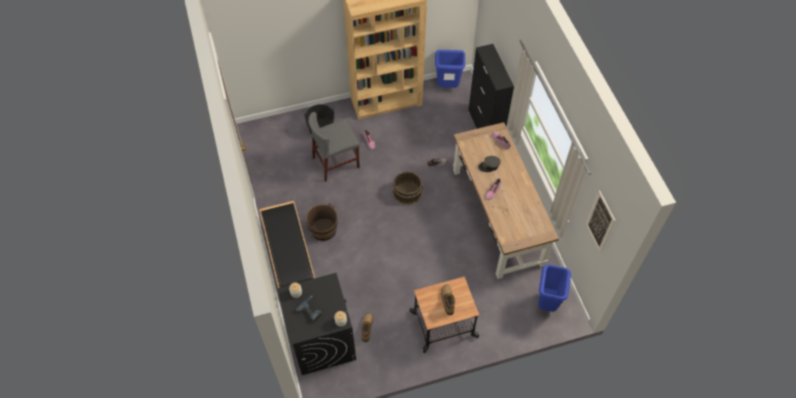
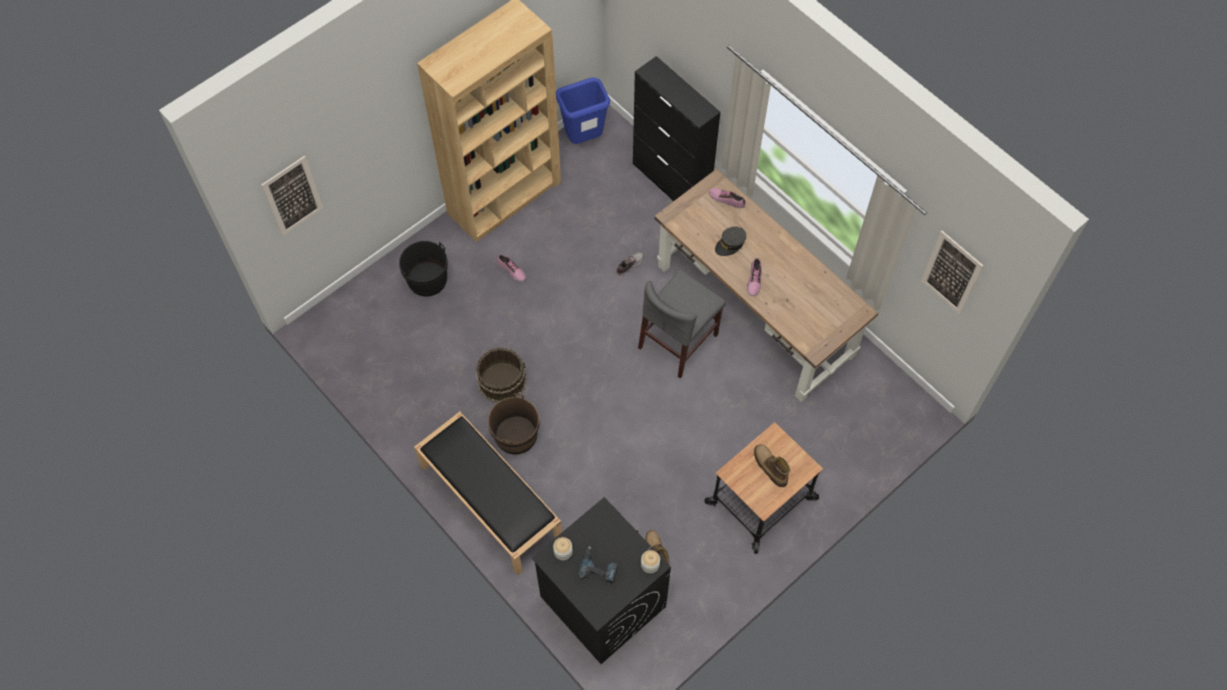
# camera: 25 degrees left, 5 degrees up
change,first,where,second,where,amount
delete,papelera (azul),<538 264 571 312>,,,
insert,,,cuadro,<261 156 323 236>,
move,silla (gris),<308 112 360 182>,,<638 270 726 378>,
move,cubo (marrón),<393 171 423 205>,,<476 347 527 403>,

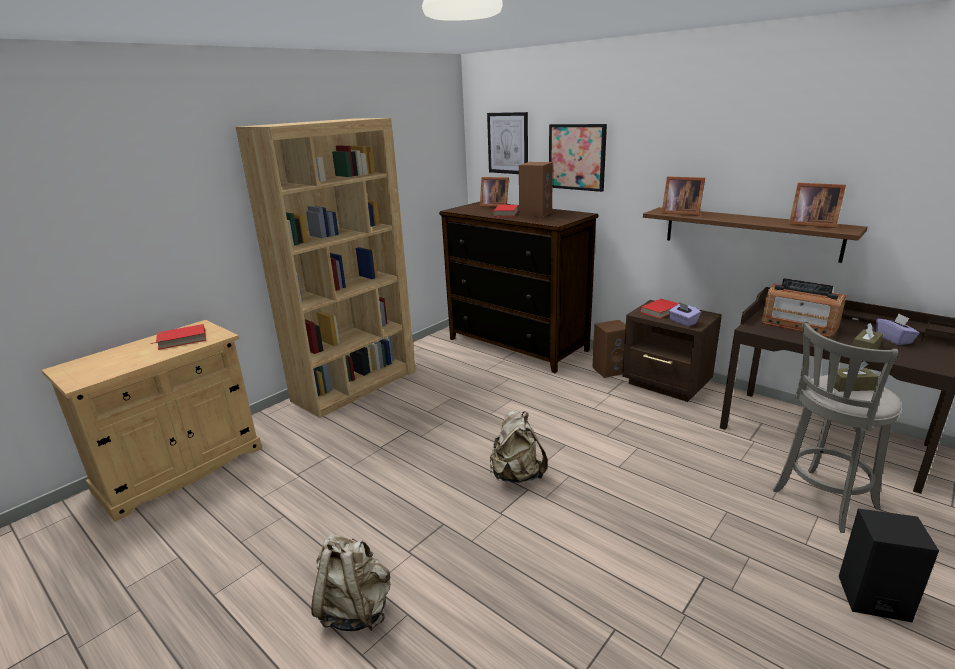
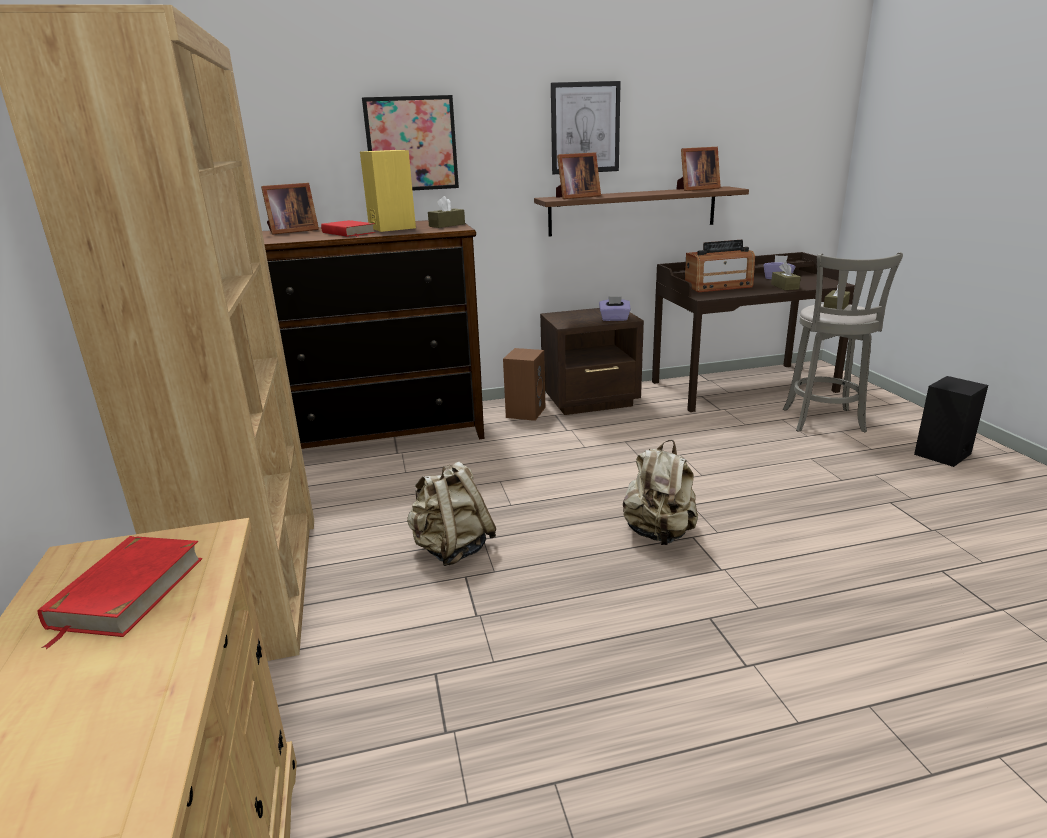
# camera: 55 degrees left, 0 degrees up
change,first,where,second,where,amount
delete,libro (rojo),<640 299 679 319>,,,
insert,,,caja de pañuelos (marrón),<428 196 465 228>,
move,mochila (beis),<311 535 391 631>,,<407 462 496 566>,
move,cuadro,<487 112 528 174>,,<551 81 621 174>,
recolor,altavoz (marrón),<519 162 553 218>,altavoz (amarillo),<360 150 416 232>,

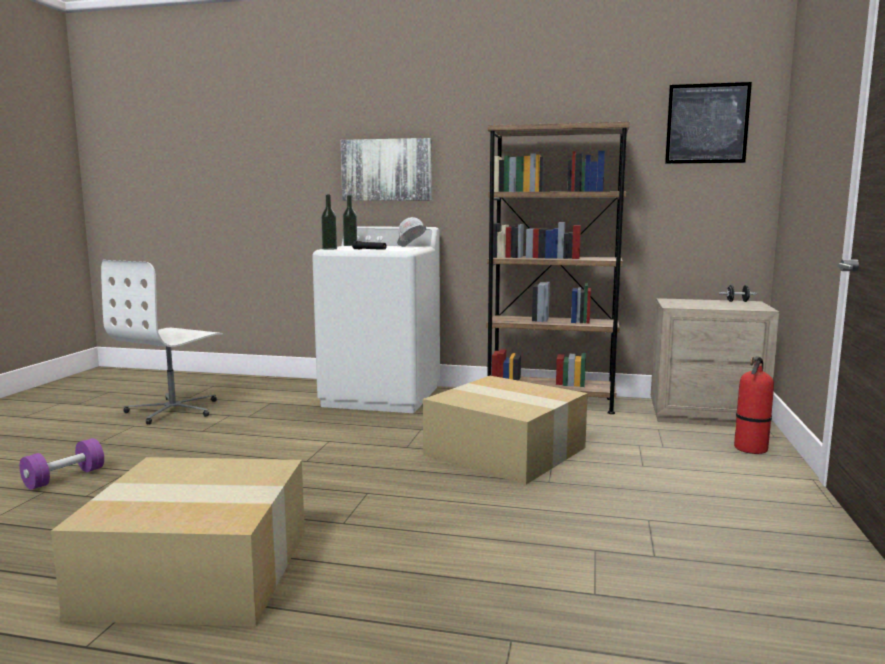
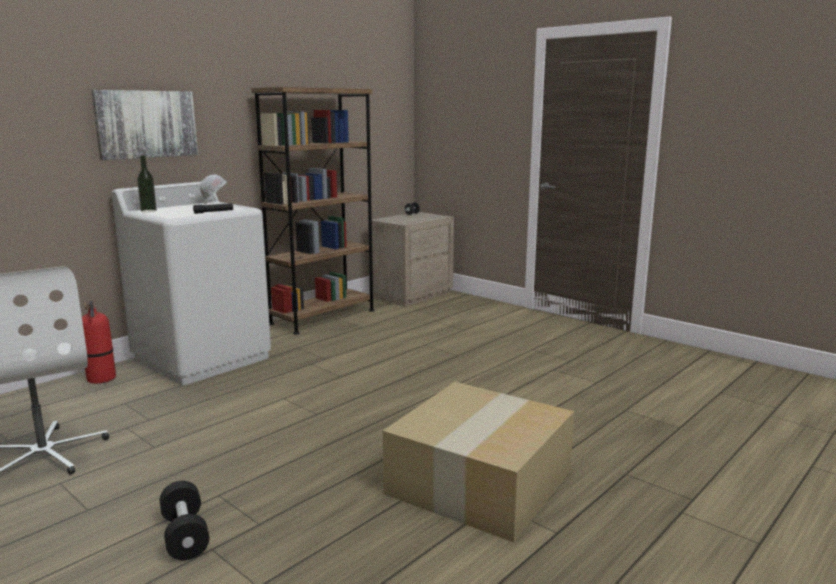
# camera: 60 degrees left, 5 degrees up
change,first,where,second,where,amount
delete,botella,<321 194 337 250>,,,
delete,caja de cartón,<423 376 588 485>,,,
delete,cuadro,<665 82 752 164>,,,
move,extintor,<734 356 774 454>,,<82 301 116 384>,
recolor,mancuerna (morado),<19 438 104 490>,mancuerna (negro),<160 481 209 560>,

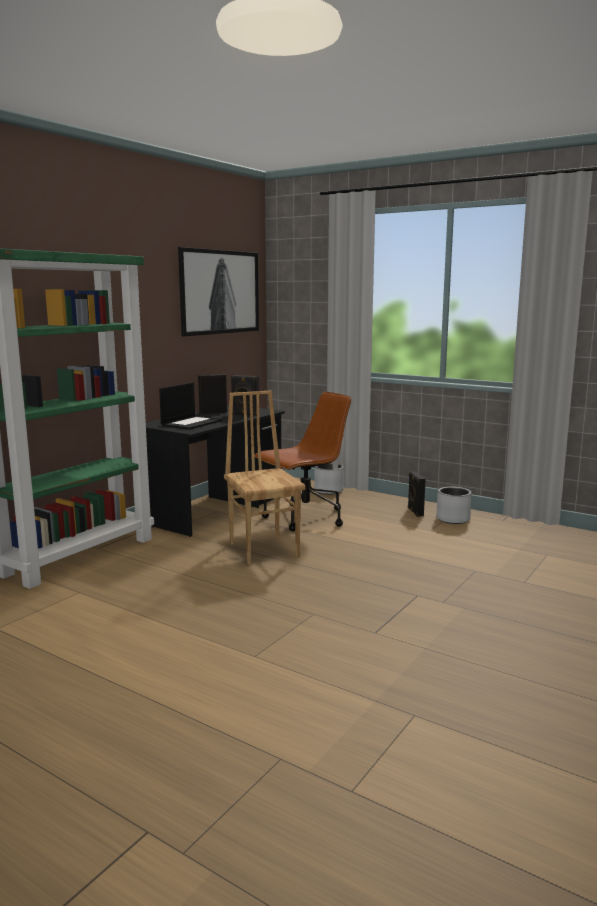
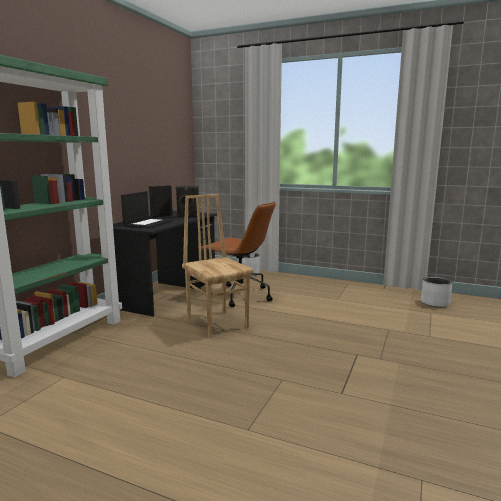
# camera: 10 degrees left, 0 degrees up
change,first,where,second,where,amount
delete,cuadro,<178 247 259 336>,,,
delete,altavoz (negro),<408 471 425 517>,,,
move,maceta (gris),<436 487 472 524>,,<421 277 453 307>,
rotate,silla de oficina (marrón),<254 392 351 531>,,<201 201 276 307>,75 degrees clockwise

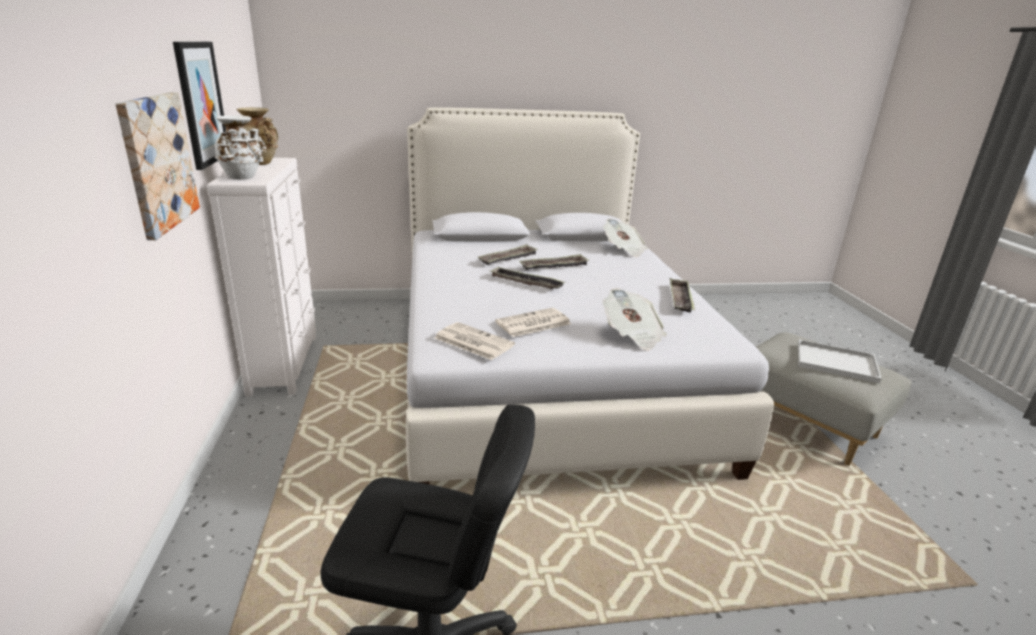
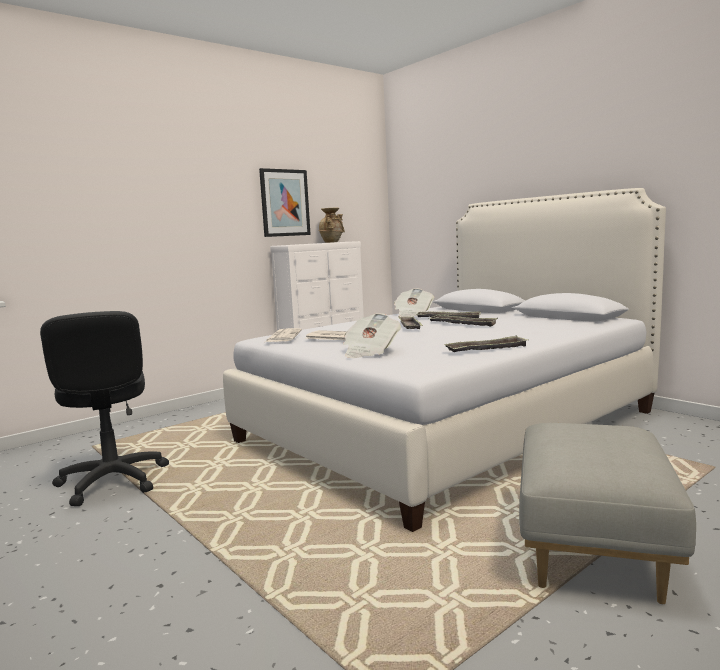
# camera: 60 degrees right, 15 degrees down
change,first,where,second,where,amount
delete,cuadro,<115 92 200 240>,,,
delete,florero (blanco),<215 115 266 180>,,,
delete,bandeja (blanco),<798 340 882 383>,,,
move,periódico,<603 219 647 257>,,<394 288 434 317>,

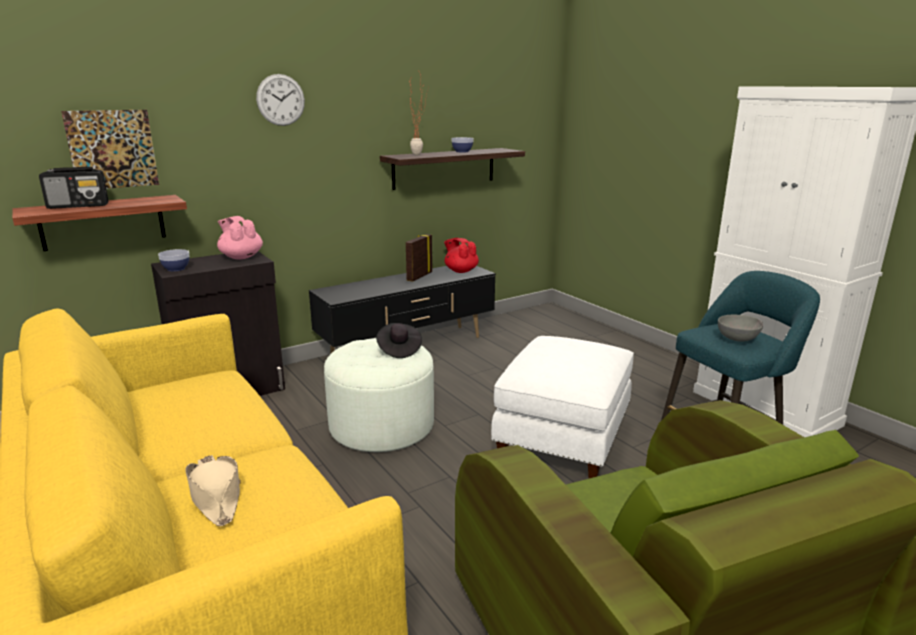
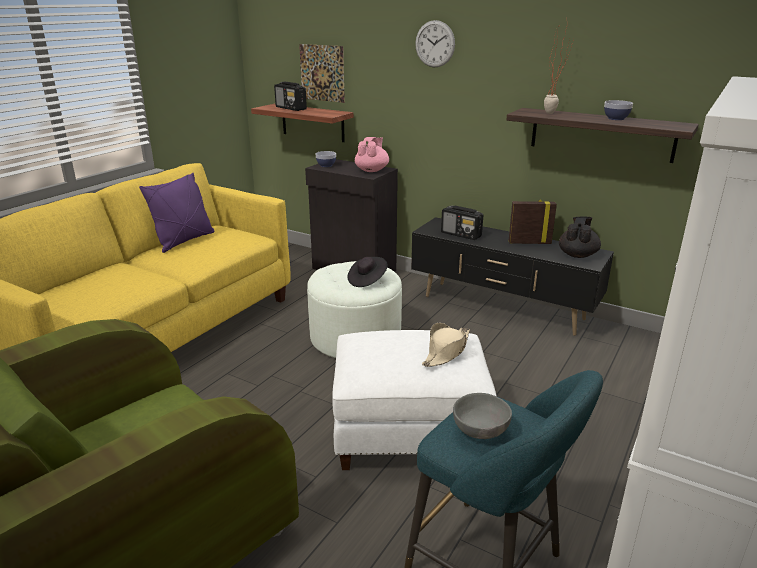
# camera: 65 degrees right, 5 degrees up
change,first,where,second,where,amount
insert,,,cojín (morado),<139 173 215 253>,
insert,,,radio,<441 206 483 240>,
move,sombrero (beis),<185 455 241 526>,,<422 323 470 367>,
recolor,tetera (rojo),<444 238 479 273>,tetera (negro),<559 217 601 258>,

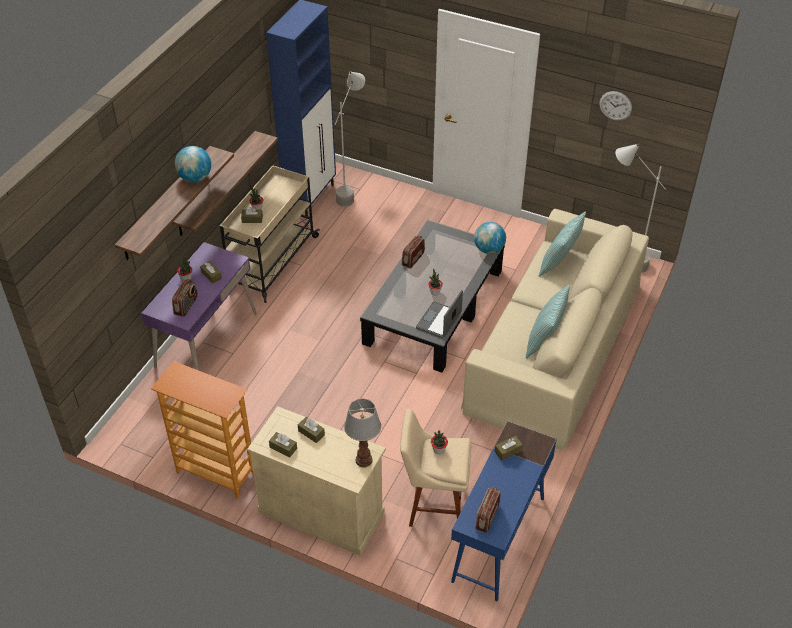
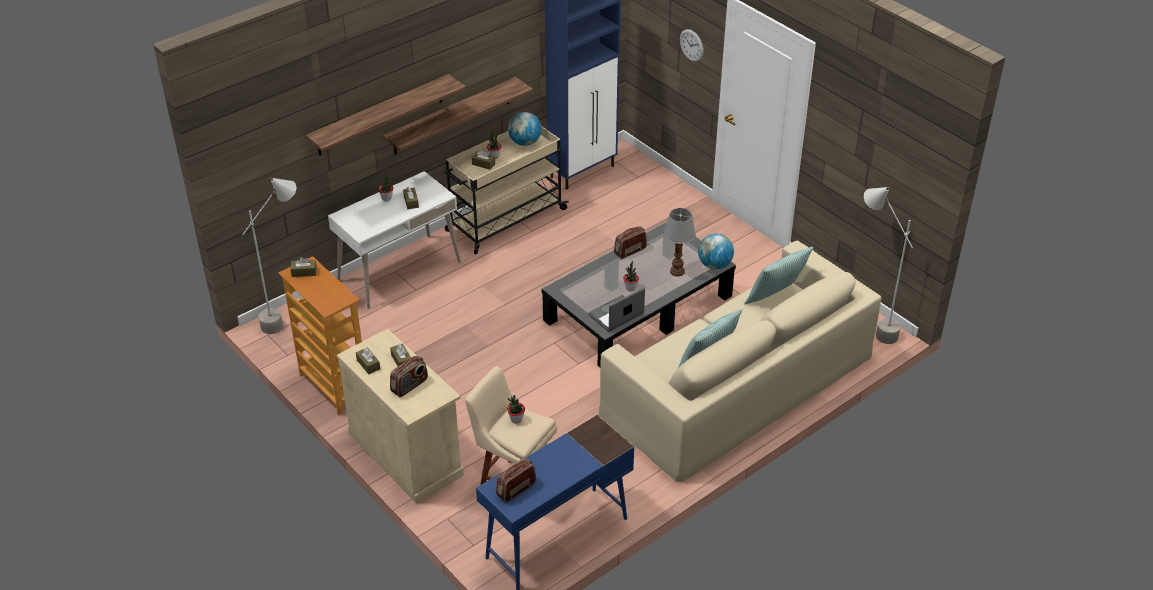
# camera: 25 degrees right, 5 degrees down
change,first,where,second,where,amount
move,radio,<172 279 198 317>,,<390 356 428 397>,
move,globo terráqueo,<175 146 211 182>,,<508 112 542 146>,
move,lámpara de pie (gris),<335 72 365 207>,,<242 178 296 334>,
move,lámpara de mesa,<344 399 381 467>,,<664 208 696 277>,
move,caja de pañuelos (marrón),<495 436 523 461>,,<290 257 317 277>,
move,reloj de pared,<599 91 632 121>,,<680 29 704 62>,
recolor,escritorio (morado),<141 242 257 371>,escritorio (blanco),<328 171 461 309>,

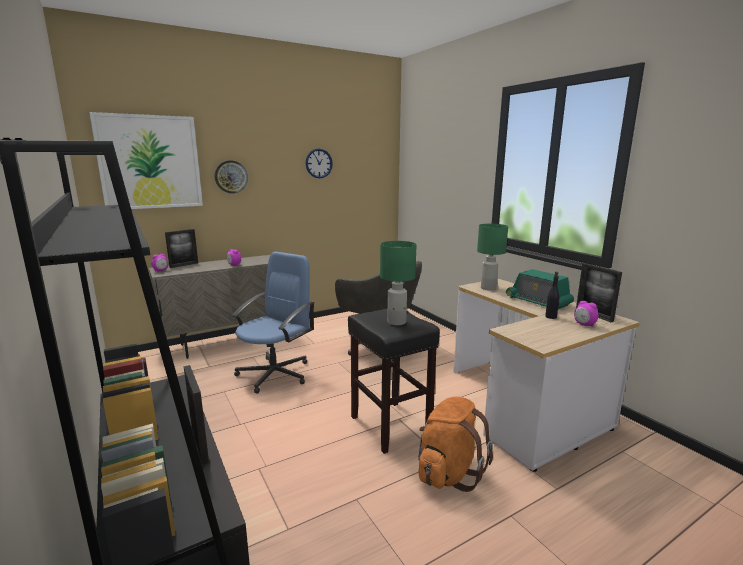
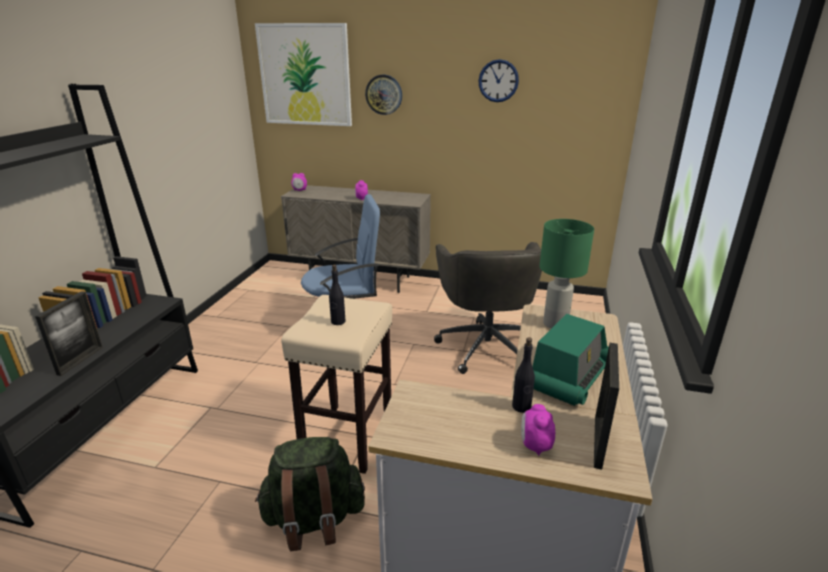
# camera: 45 degrees right, 10 degrees up
change,first,where,second,where,amount
delete,portarretratos,<165 229 198 268>,,,
replace,lámpara de mesa (verde),<380 241 417 326>,botella (negro),<329 264 345 325>,
recolor,taburete (negro),<348 309 440 454>,taburete (beis),<281 295 392 474>,
recolor,mochila (naranja),<418 397 493 492>,mochila (verde),<255 437 365 551>,
rotate,radio,<506 269 574 309>,,<532 314 609 406>,150 degrees counterclockwise

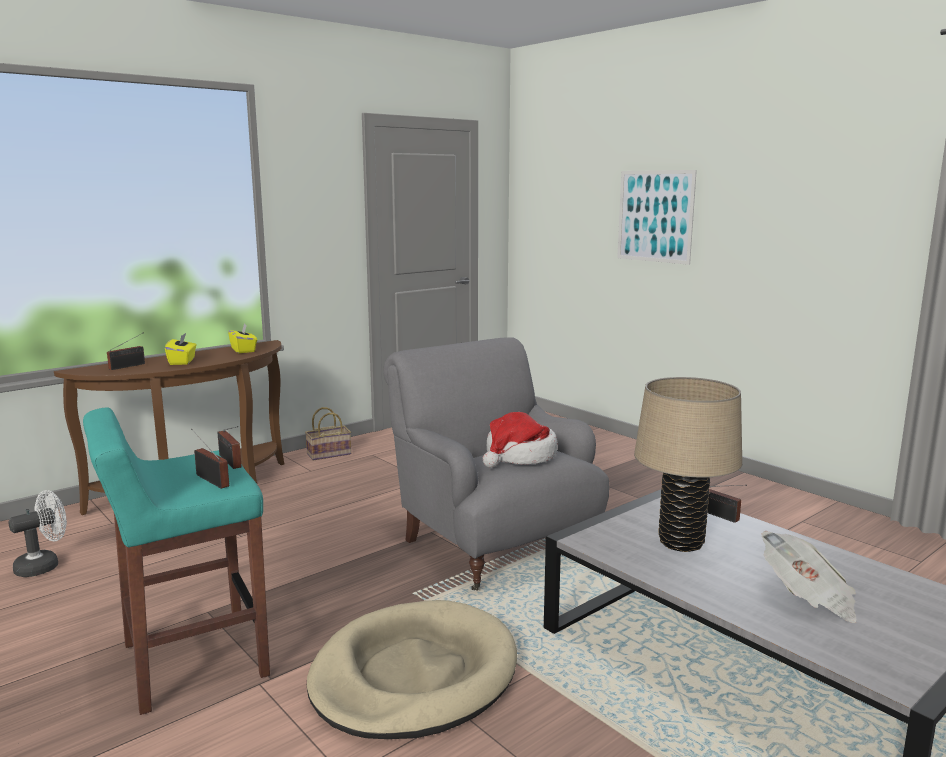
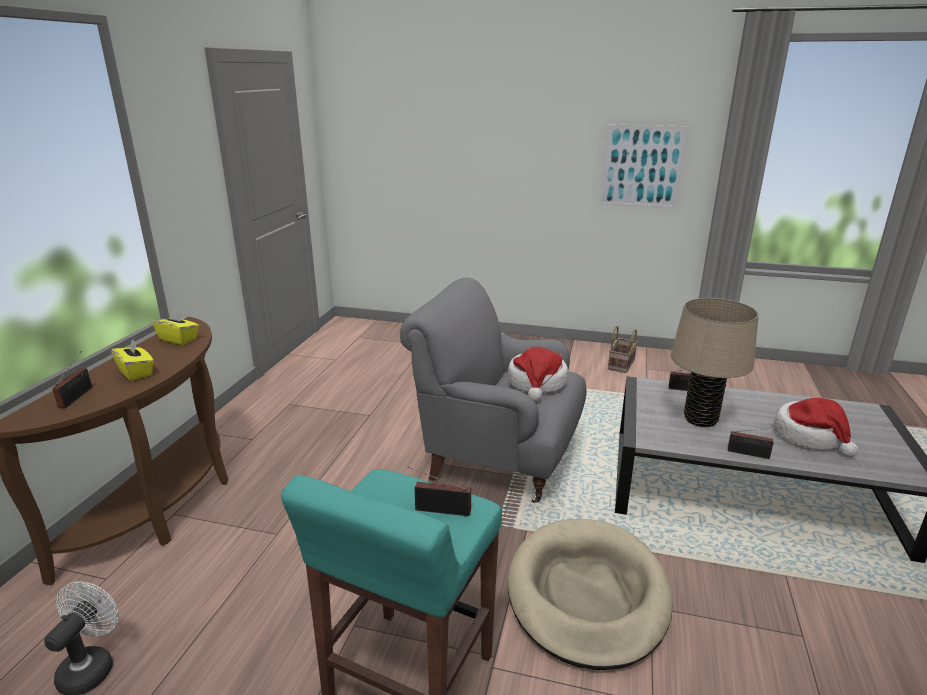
# camera: 35 degrees left, 10 degrees up
change,first,where,second,where,amount
move,radio,<217 426 242 469>,,<728 427 782 459>,
move,cesta,<305 407 351 461>,,<608 326 638 373>,
move,cuadro,<617 170 697 265>,,<599 124 690 209>,
replace,periódico,<761 531 856 623>,sombrero,<774 398 858 457>,

